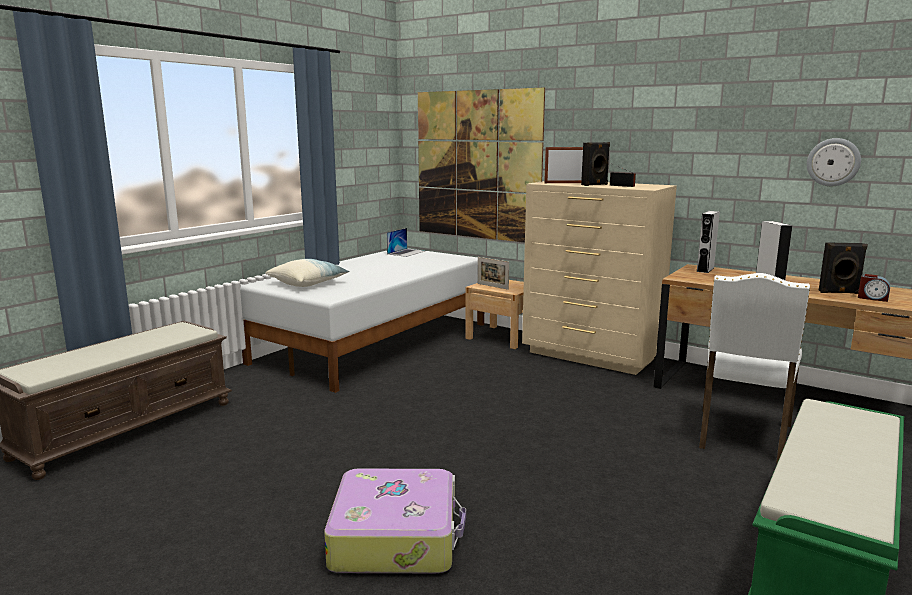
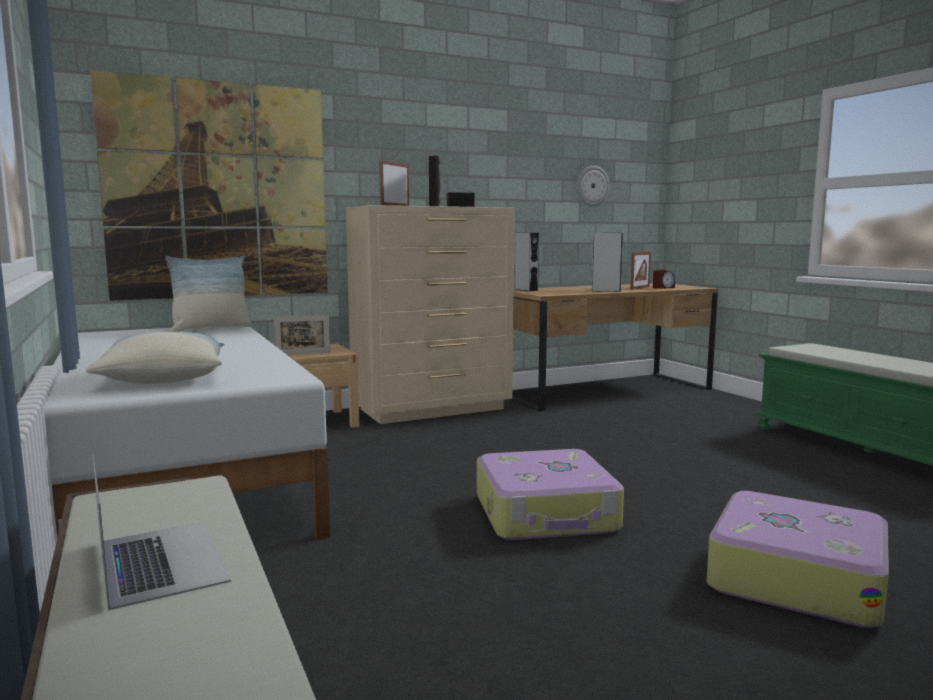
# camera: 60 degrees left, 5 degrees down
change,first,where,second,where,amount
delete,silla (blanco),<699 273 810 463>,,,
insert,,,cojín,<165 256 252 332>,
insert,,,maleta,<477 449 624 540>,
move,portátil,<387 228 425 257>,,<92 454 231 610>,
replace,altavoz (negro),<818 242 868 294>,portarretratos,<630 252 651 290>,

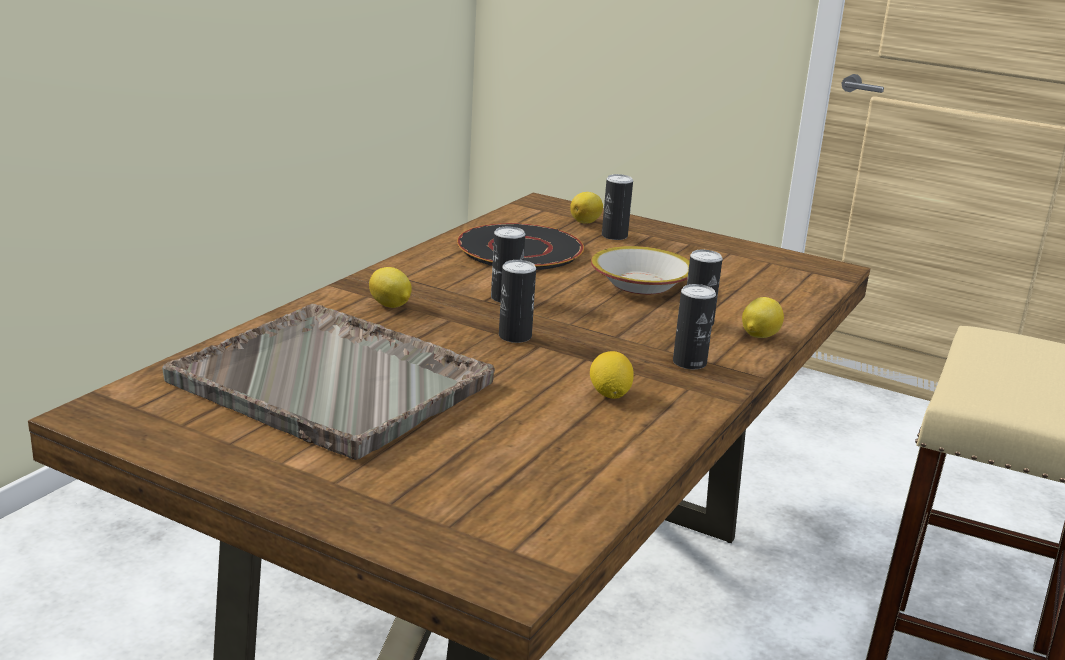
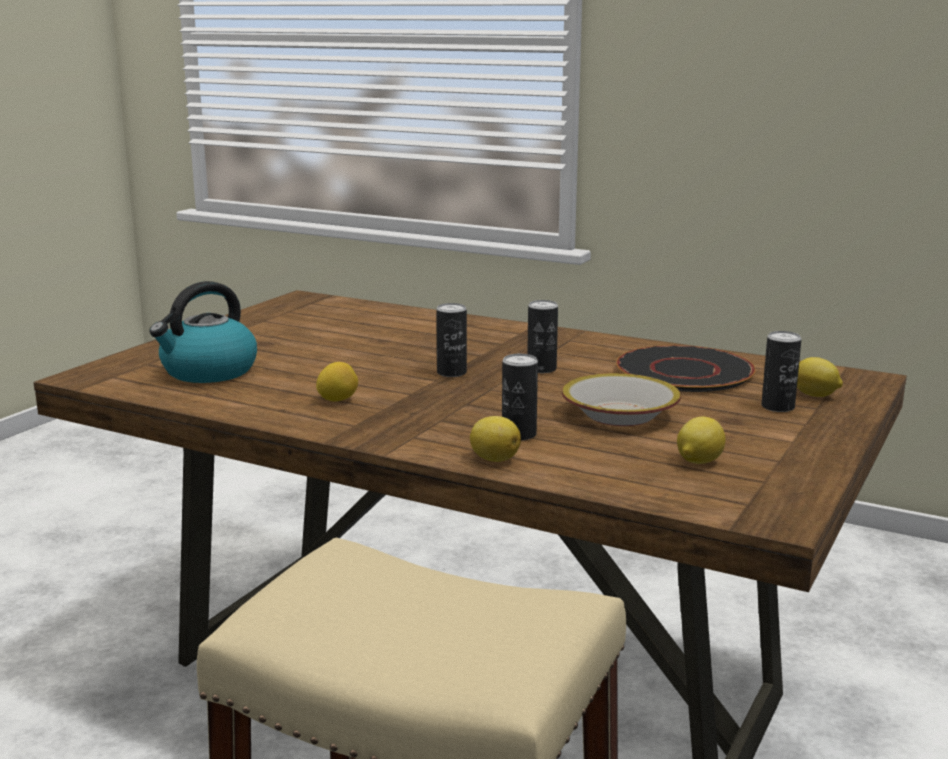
# camera: 90 degrees right, 5 degrees down
change,first,where,second,where,amount
delete,bandeja (gris),<162 304 495 460>,,,
delete,lata,<673 284 716 369>,,,
insert,,,hervidor,<149 281 257 383>,
move,limón,<369 267 412 308>,,<677 417 726 464>,

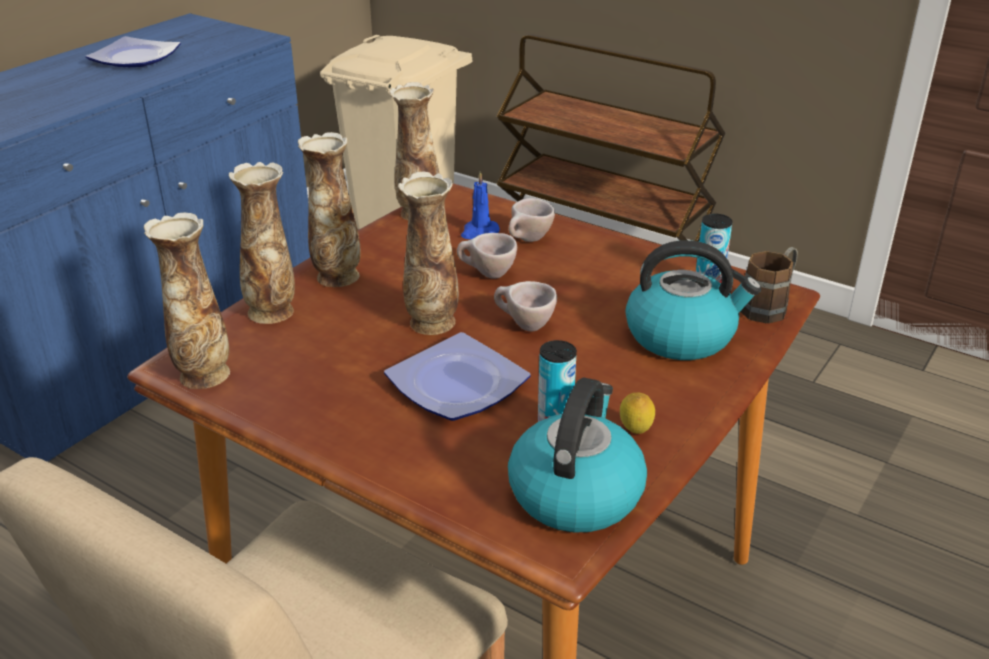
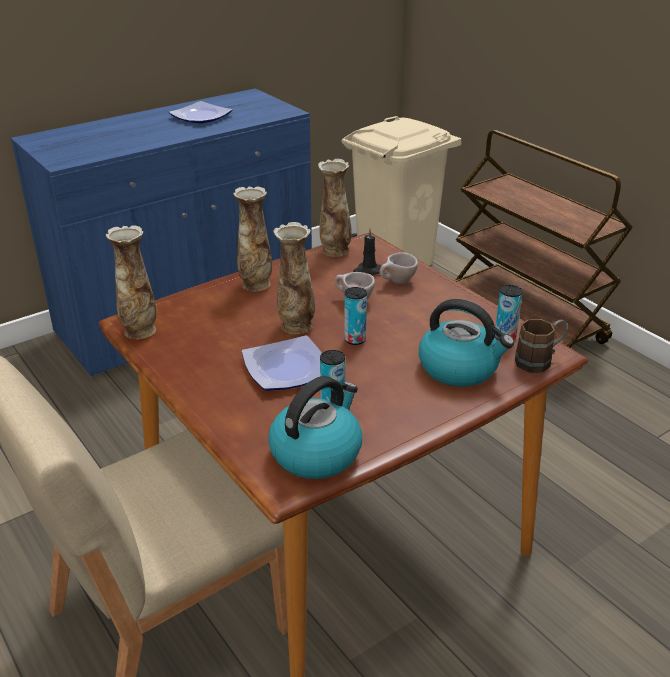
# camera: 20 degrees right, 0 degrees up
change,first,where,second,where,amount
delete,florero,<229 162 295 324>,,,
delete,limón,<620 393 655 434>,,,
replace,taza (beis),<494 281 557 331>,lata,<344 287 367 345>,
recolor,vela (azul),<461 171 500 239>,vela (negro),<353 228 381 275>,

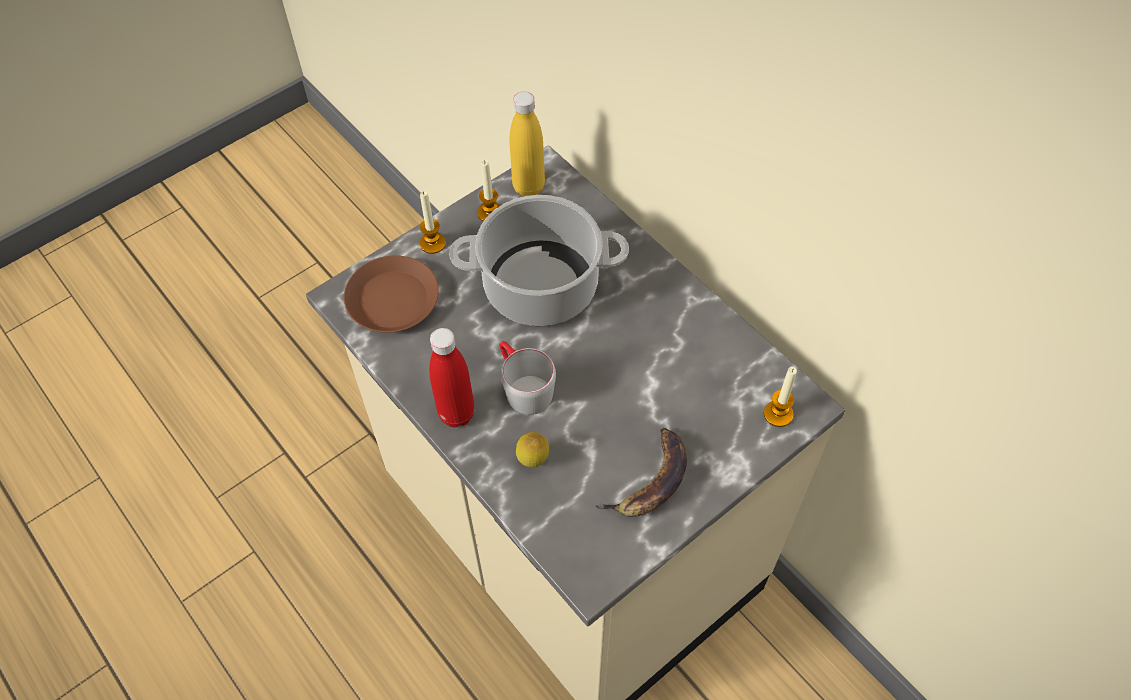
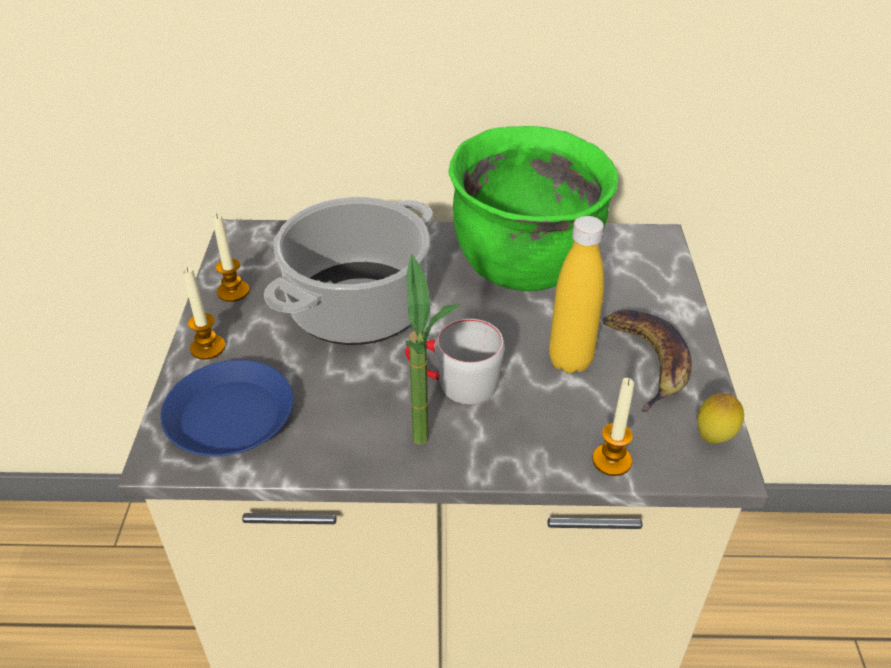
# camera: 50 degrees left, 15 degrees down
change,first,where,second,where,amount
insert,,,olla (verde),<449 126 618 291>,
move,botella (amarillo),<510 91 545 197>,,<549 216 604 373>,
move,limón,<516 432 549 468>,,<697 393 744 444>,
move,vela,<764 366 797 427>,,<592 378 634 476>,
replace,botella (rojo),<429 328 475 427>,planta en maceta,<405 254 460 445>,
recolor,plato (marrón),<344 255 439 333>,plato (azul),<160 360 293 456>,

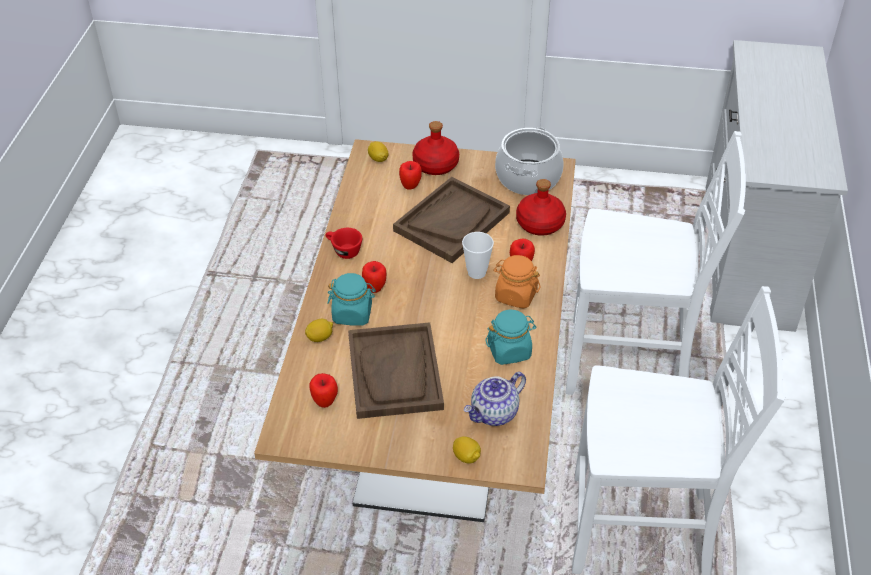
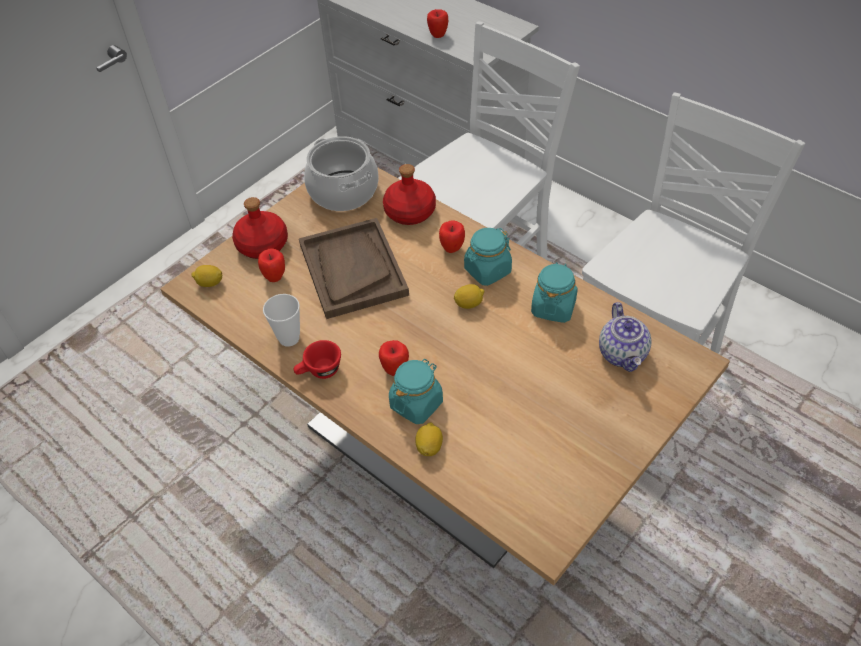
# camera: 55 degrees left, 5 degrees up
change,first,where,second,where,amount
delete,bandeja (marrón),<348 322 444 419>,,,
move,manzana,<309 373 338 408>,,<427 9 448 38>,
move,limón,<453 437 481 463>,,<454 284 484 309>,
move,taza,<462 232 494 279>,,<263 294 300 347>,
recolor,tarro (naranja),<493 255 540 309>,tarro (turquesa),<464 228 512 286>,

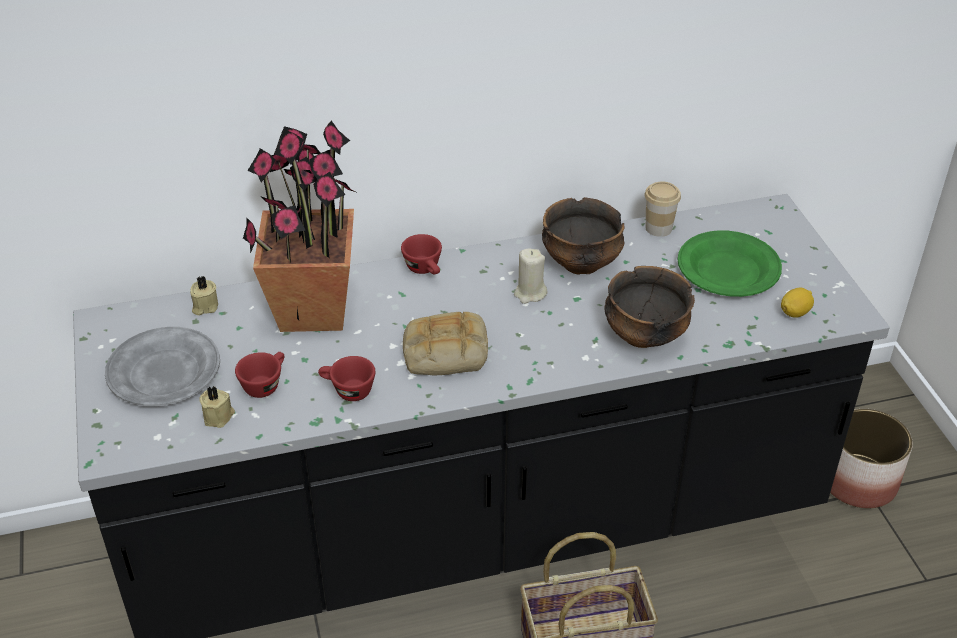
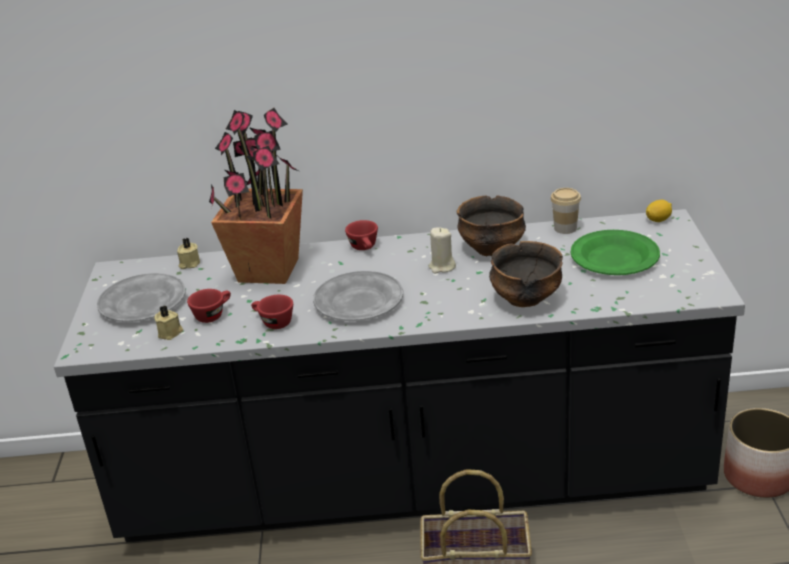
# camera: 15 degrees right, 10 degrees down
change,first,where,second,where,amount
move,limón,<781 288 814 318>,,<646 200 672 222>,
replace,pan,<403 312 488 375>,plato (gris),<313 271 403 321>,

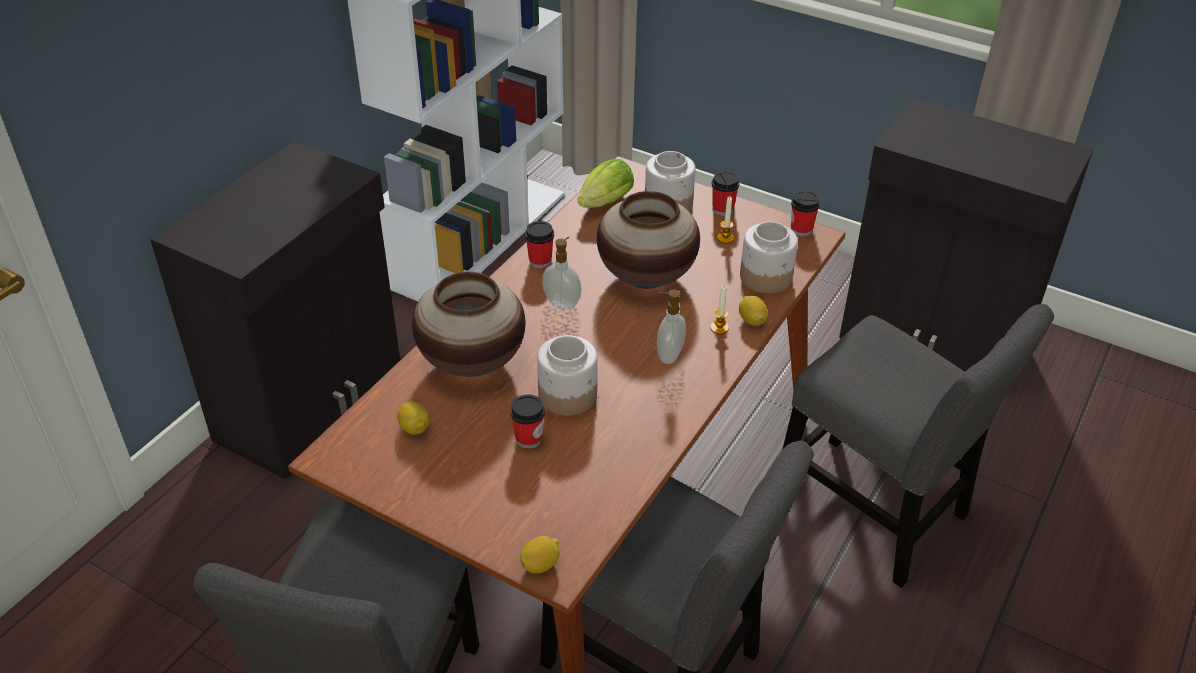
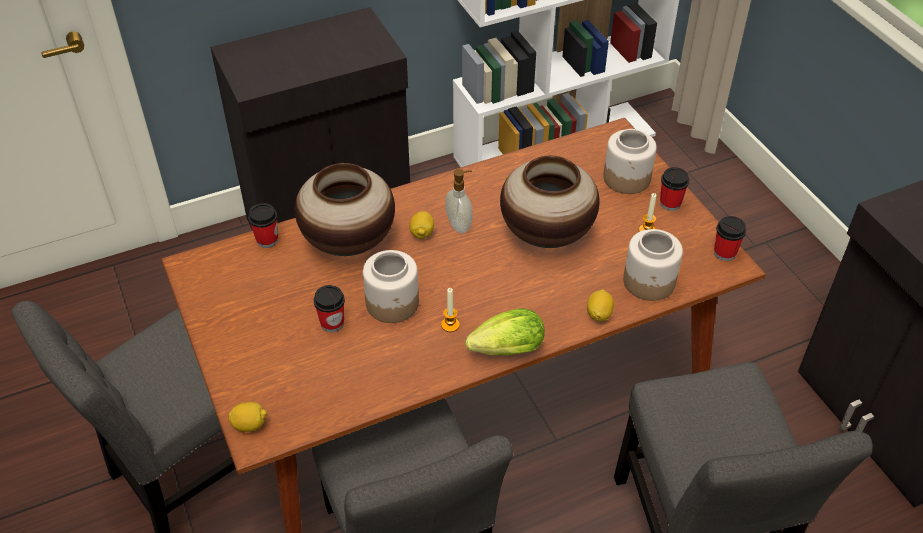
# camera: 35 degrees right, 5 degrees up
change,first,where,second,where,amount
delete,dispensador de jabón,<657 289 686 364>,,,
move,limón,<397 402 429 435>,,<409 211 434 239>,
move,taza,<525 221 554 268>,,<248 203 278 248>,
move,lechuga,<578 159 634 208>,,<465 308 545 355>,
move,vela,<710 285 729 334>,,<441 288 460 332>,

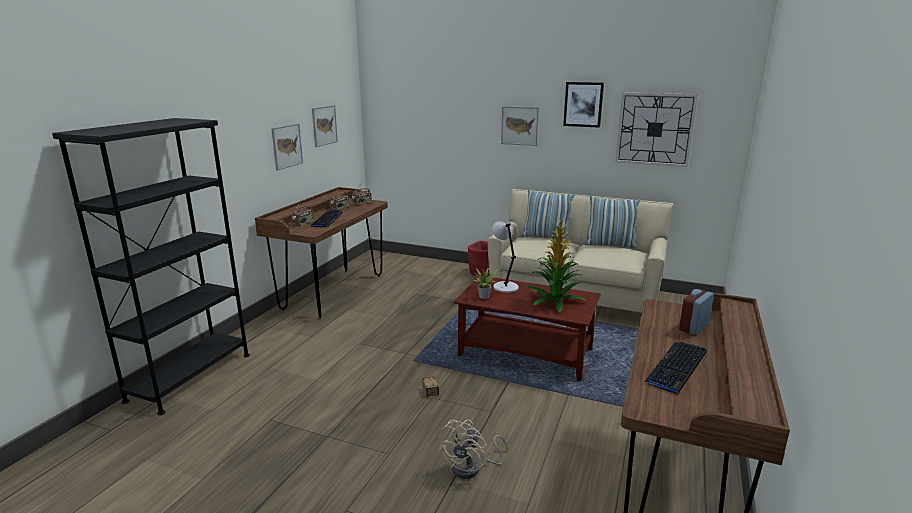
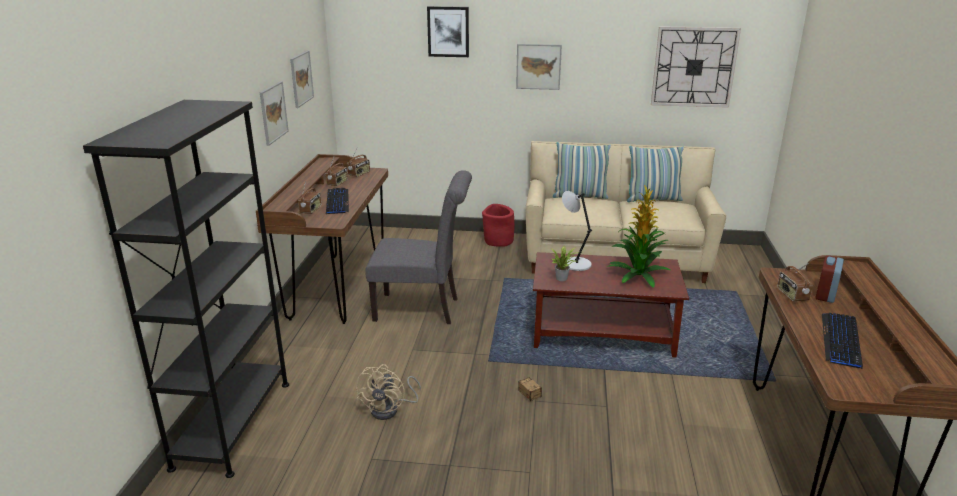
# camera: 15 degrees left, 5 degrees up
change,first,where,second,where,amount
insert,,,silla (gris),<365 170 472 324>,
insert,,,radio,<777 263 813 301>,
move,ventilador (beis),<437 420 508 479>,,<356 364 421 420>,
move,cuadro,<563 82 604 128>,,<427 6 469 57>,

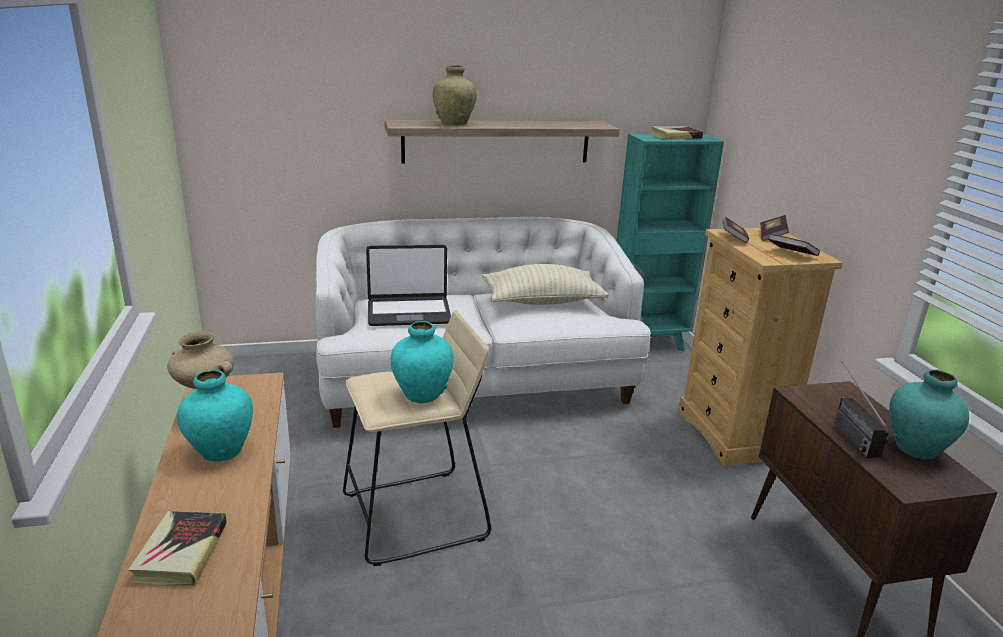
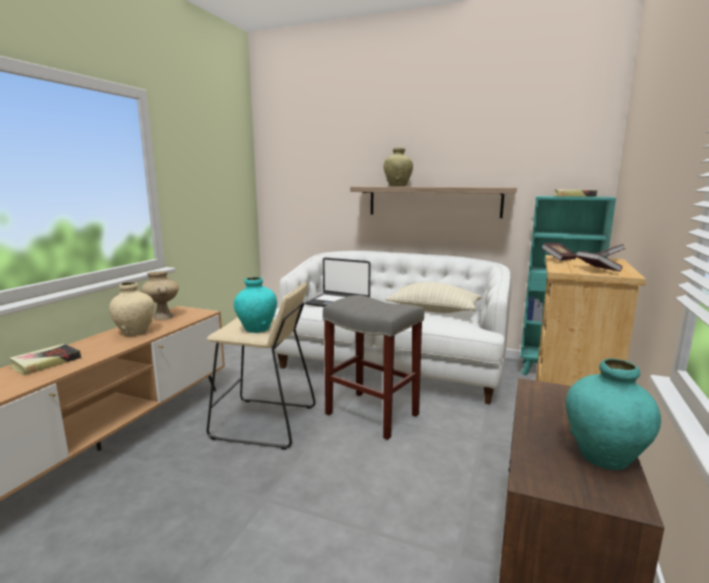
# camera: 35 degrees right, 10 degrees down
change,first,where,second,where,amount
delete,radio,<834 361 889 458>,,,
insert,,,taburete (gris),<323 295 424 440>,
recolor,florero (turquesa),<177 370 253 462>,florero (beis),<109 282 155 336>,

